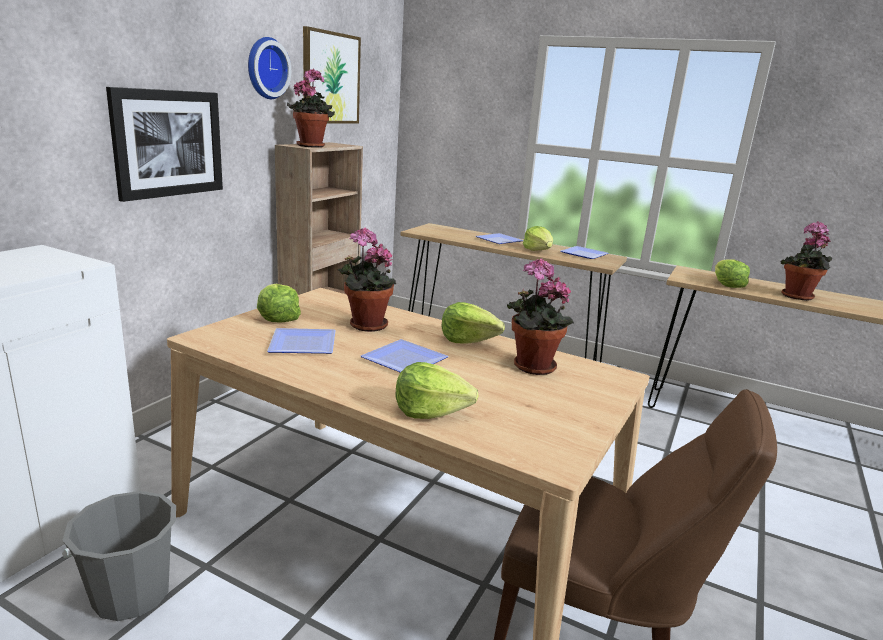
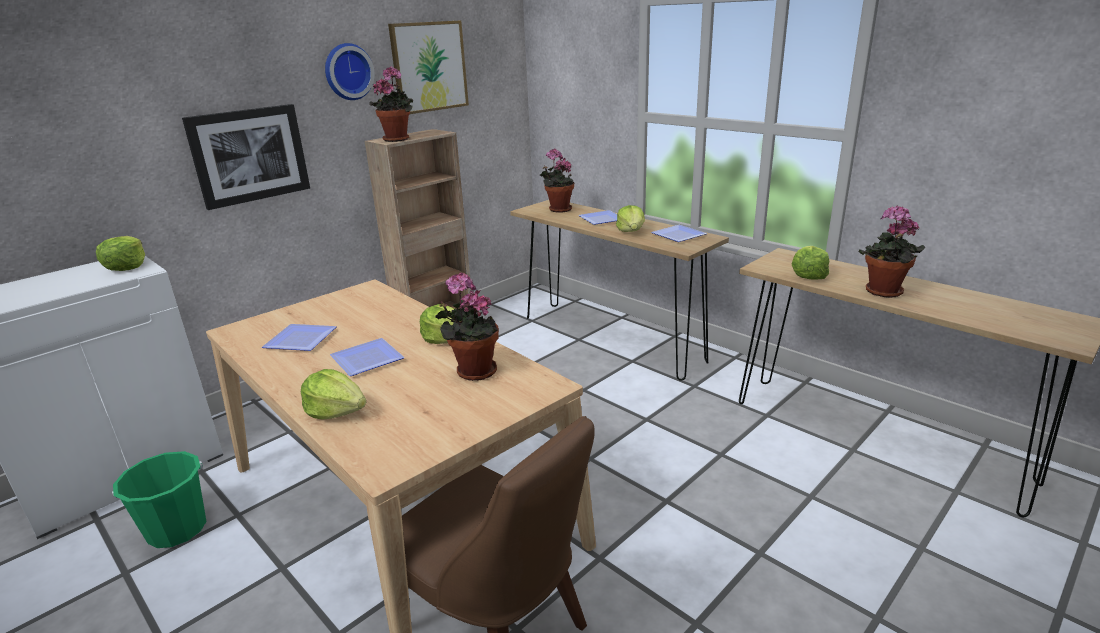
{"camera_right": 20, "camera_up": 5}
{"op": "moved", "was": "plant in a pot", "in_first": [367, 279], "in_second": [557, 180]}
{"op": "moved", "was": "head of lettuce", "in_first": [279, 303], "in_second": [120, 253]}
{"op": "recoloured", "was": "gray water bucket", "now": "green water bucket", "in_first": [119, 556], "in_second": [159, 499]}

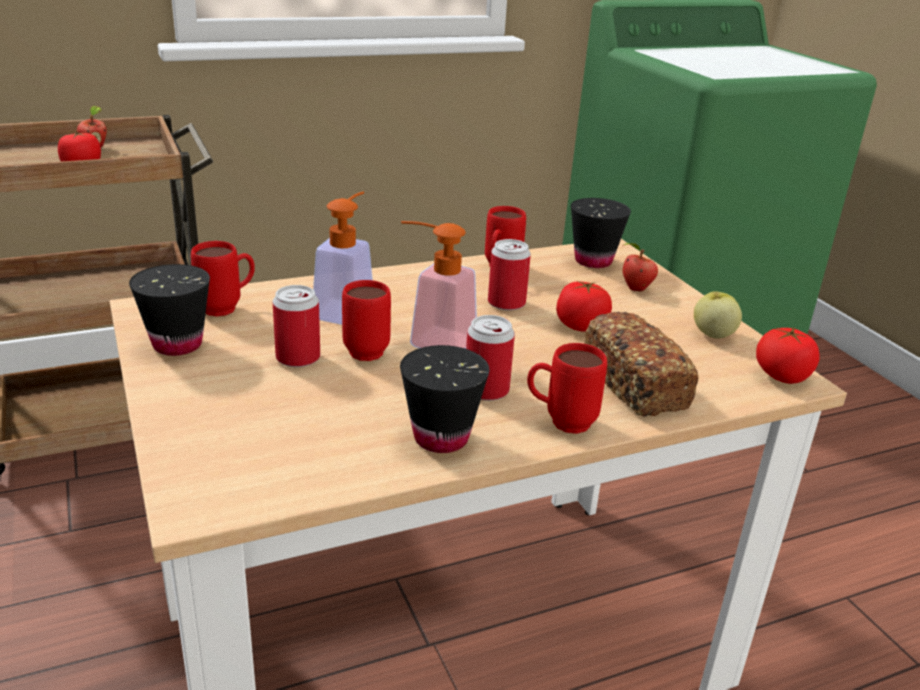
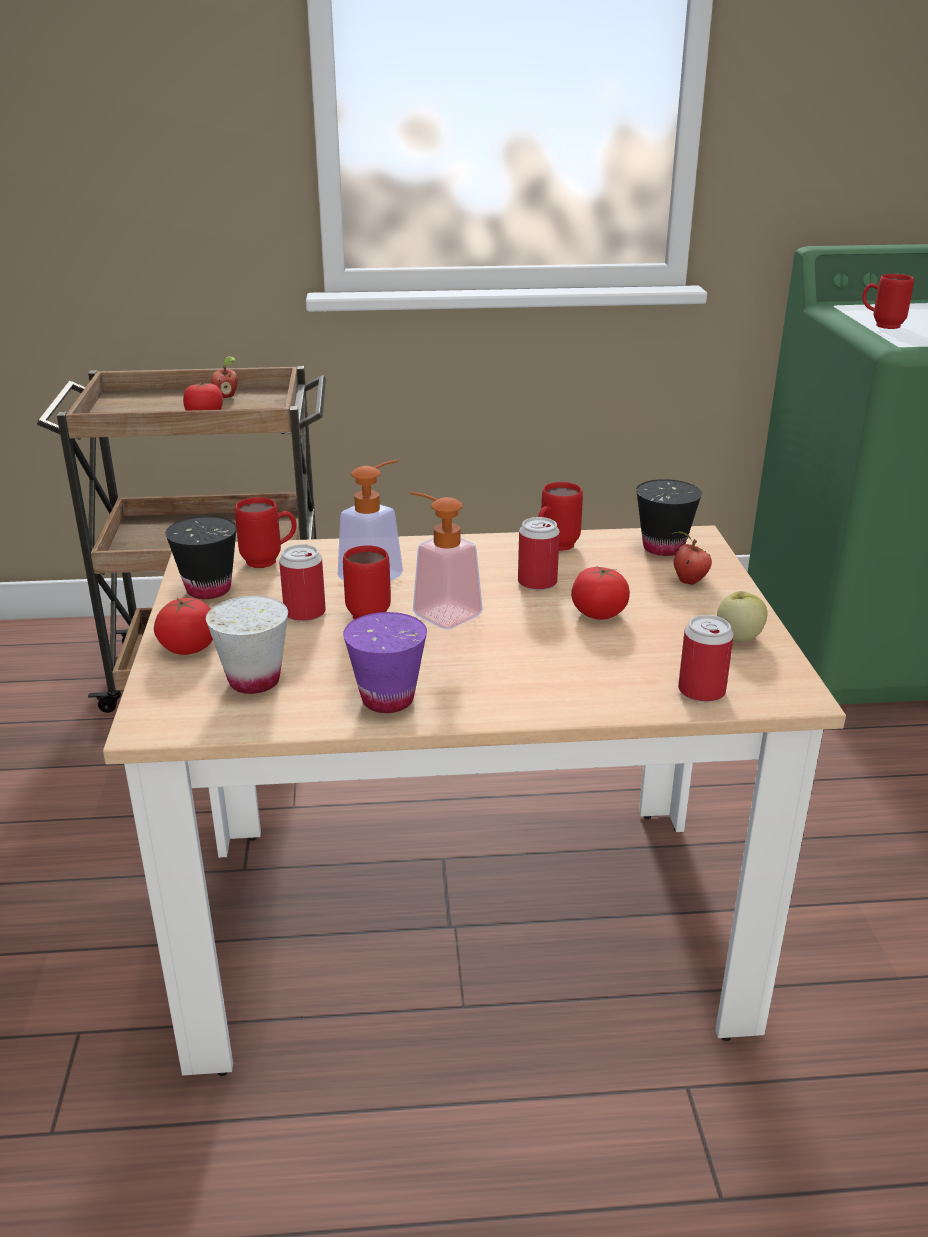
{"camera_right": 20, "camera_up": 0}
{"op": "removed", "was": "bread", "in_first": [641, 364]}
{"op": "moved", "was": "metal can", "in_first": [490, 358], "in_second": [706, 658]}
{"op": "moved", "was": "fresh tomato", "in_first": [788, 356], "in_second": [183, 626]}
{"op": "moved", "was": "reddish mug", "in_first": [567, 388], "in_second": [888, 301]}
{"op": "recoloured", "was": "black-coloured small cup", "now": "purplish small cup", "in_first": [444, 399], "in_second": [385, 662]}
{"op": "added", "now": "white-coloured small cup", "in_second": [247, 645]}

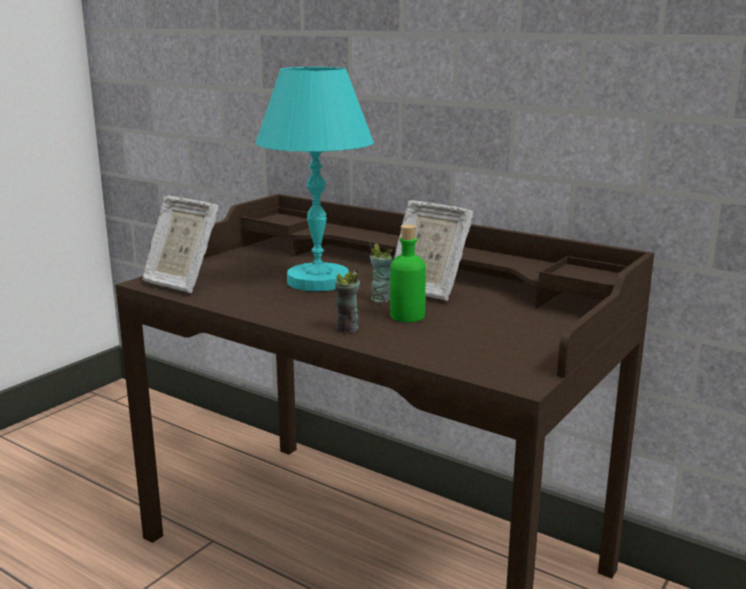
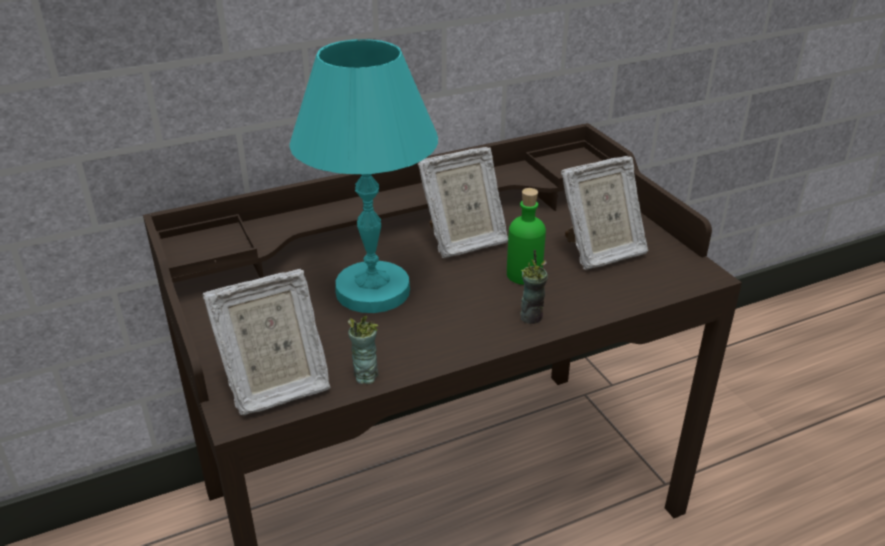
{"camera_right": -60, "camera_up": 15}
{"op": "moved", "was": "small cup", "in_first": [380, 271], "in_second": [363, 350]}
{"op": "added", "now": "picture frame", "in_second": [604, 213]}

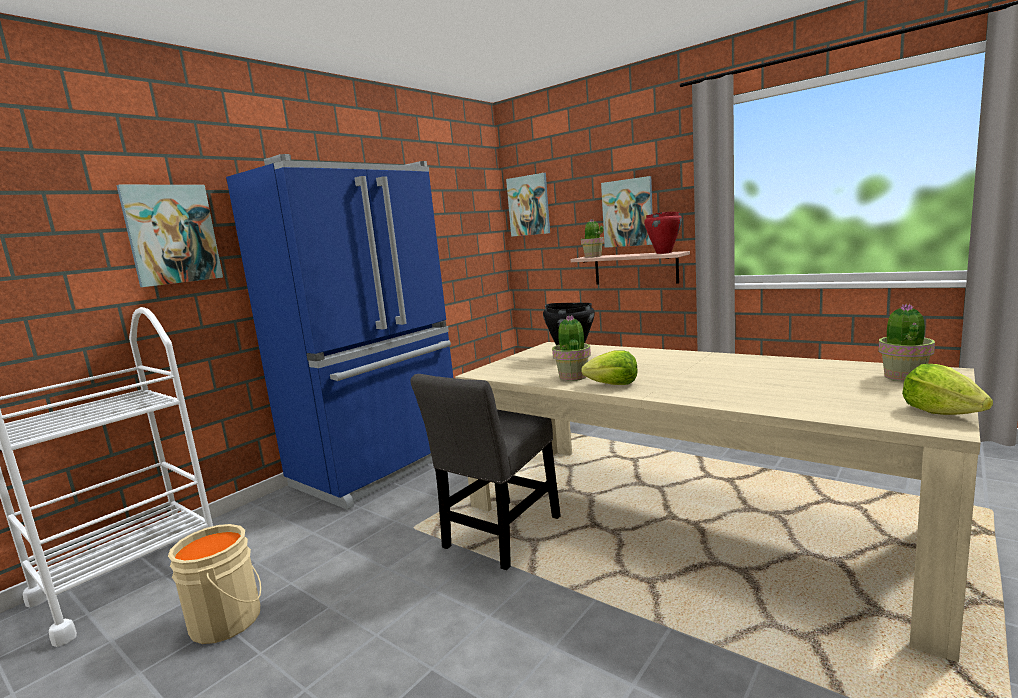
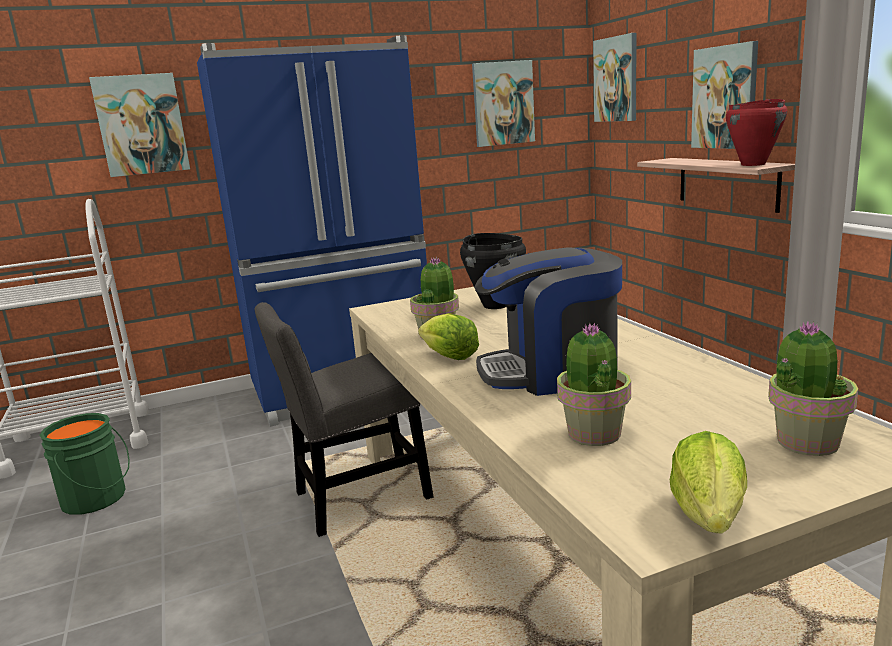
{"camera_right": 30, "camera_up": 5}
{"op": "moved", "was": "plant in a pot", "in_first": [592, 238], "in_second": [594, 384]}
{"op": "recoloured", "was": "beige-coloured water bucket", "now": "green water bucket", "in_first": [214, 584], "in_second": [85, 464]}
{"op": "added", "now": "wall art", "in_second": [503, 103]}
{"op": "added", "now": "coffee machine", "in_second": [548, 321]}

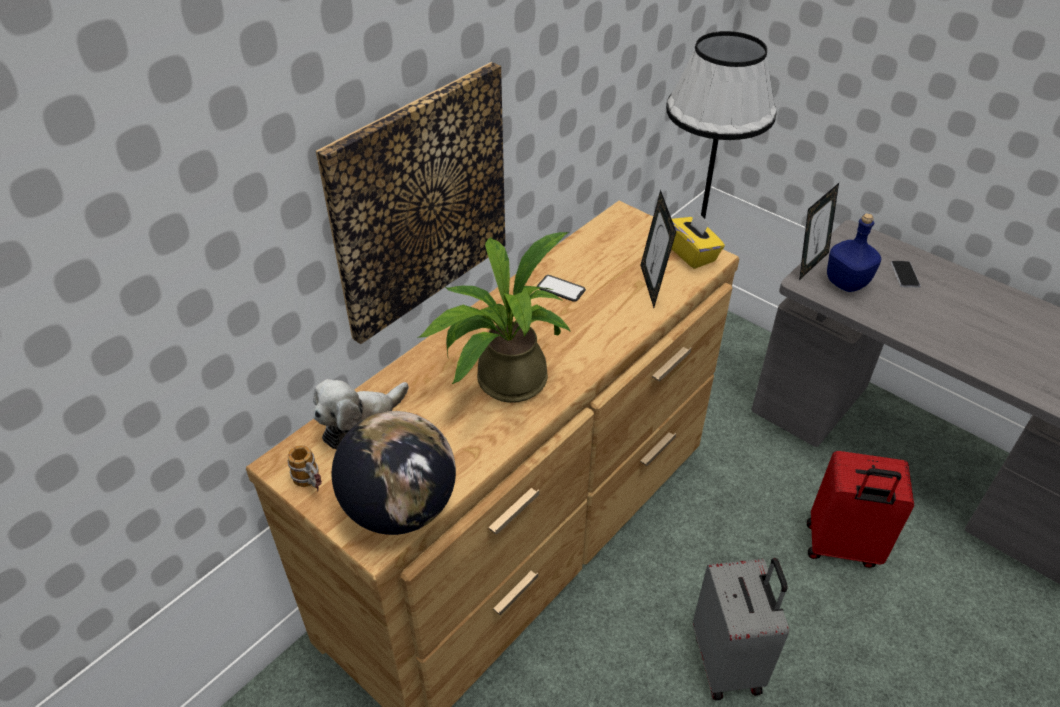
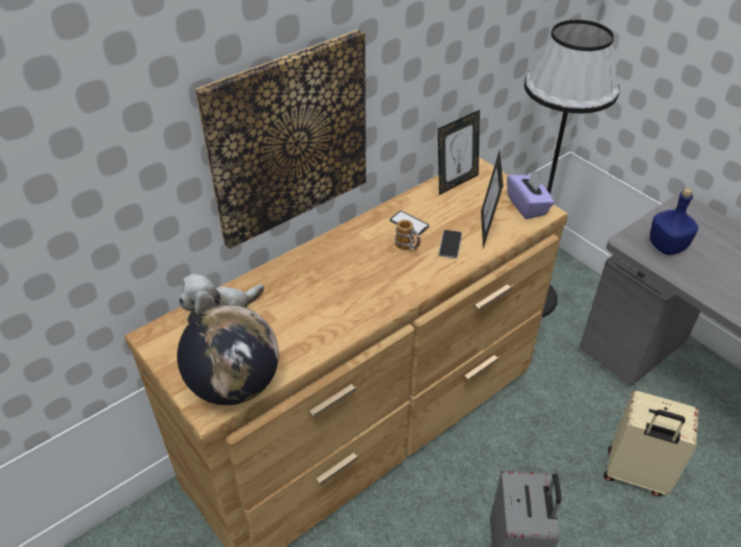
{"camera_right": 10, "camera_up": 0}
{"op": "moved", "was": "picture frame", "in_first": [819, 231], "in_second": [459, 152]}
{"op": "recoloured", "was": "yellow-coloured box of tissues", "now": "purplish box of tissues", "in_first": [698, 239], "in_second": [530, 194]}
{"op": "removed", "was": "plant in a pot", "in_first": [494, 317]}
{"op": "moved", "was": "telephone", "in_first": [906, 274], "in_second": [450, 244]}
{"op": "moved", "was": "mug", "in_first": [305, 468], "in_second": [408, 235]}
{"op": "recoloured", "was": "reddish suitcase", "now": "beige-coloured suitcase", "in_first": [860, 509], "in_second": [651, 443]}

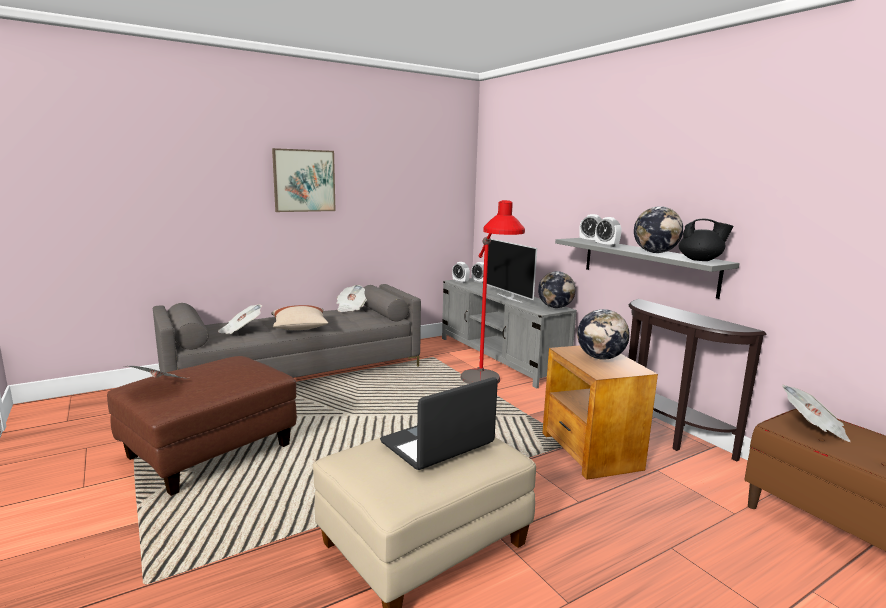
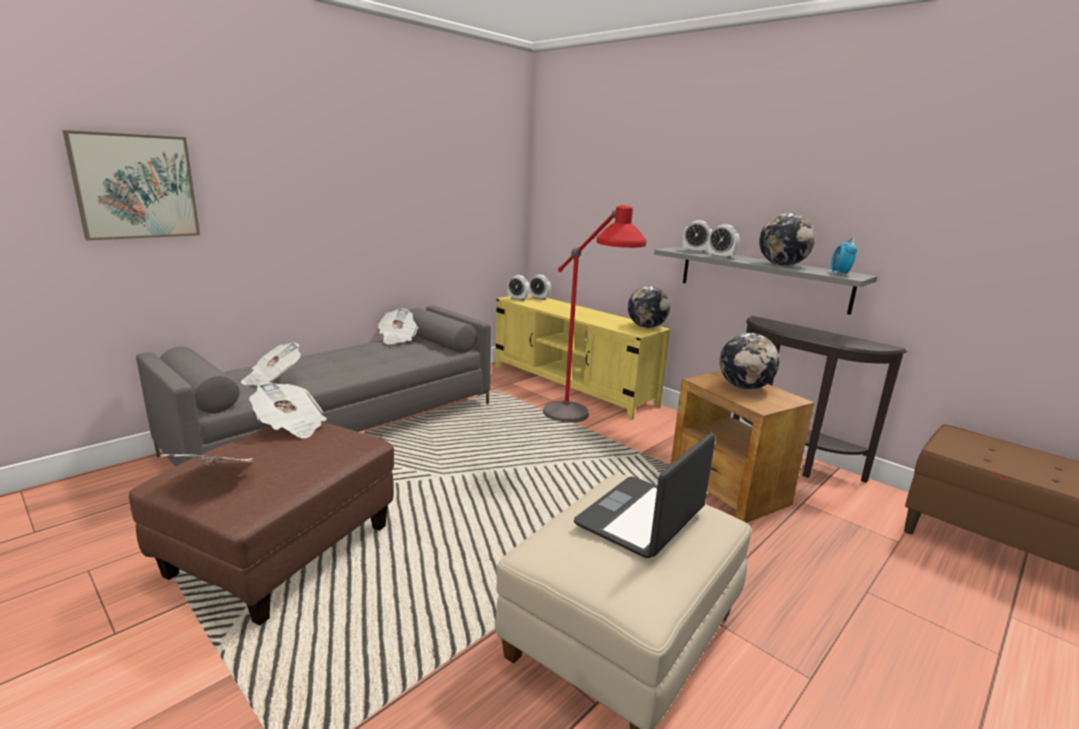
{"camera_right": -15, "camera_up": 5}
{"op": "moved", "was": "wall art", "in_first": [304, 180], "in_second": [131, 185]}
{"op": "replaced", "was": "black-coloured tea pot", "now": "alarm clock", "in_first": [706, 240], "in_second": [843, 256]}
{"op": "removed", "was": "television", "in_first": [512, 270]}
{"op": "recoloured", "was": "gray tv unit", "now": "yellow-coloured tv unit", "in_first": [509, 333], "in_second": [582, 357]}
{"op": "removed", "was": "beige-coloured throw pillow", "in_first": [299, 317]}
{"op": "moved", "was": "newspaper", "in_first": [816, 413], "in_second": [288, 410]}

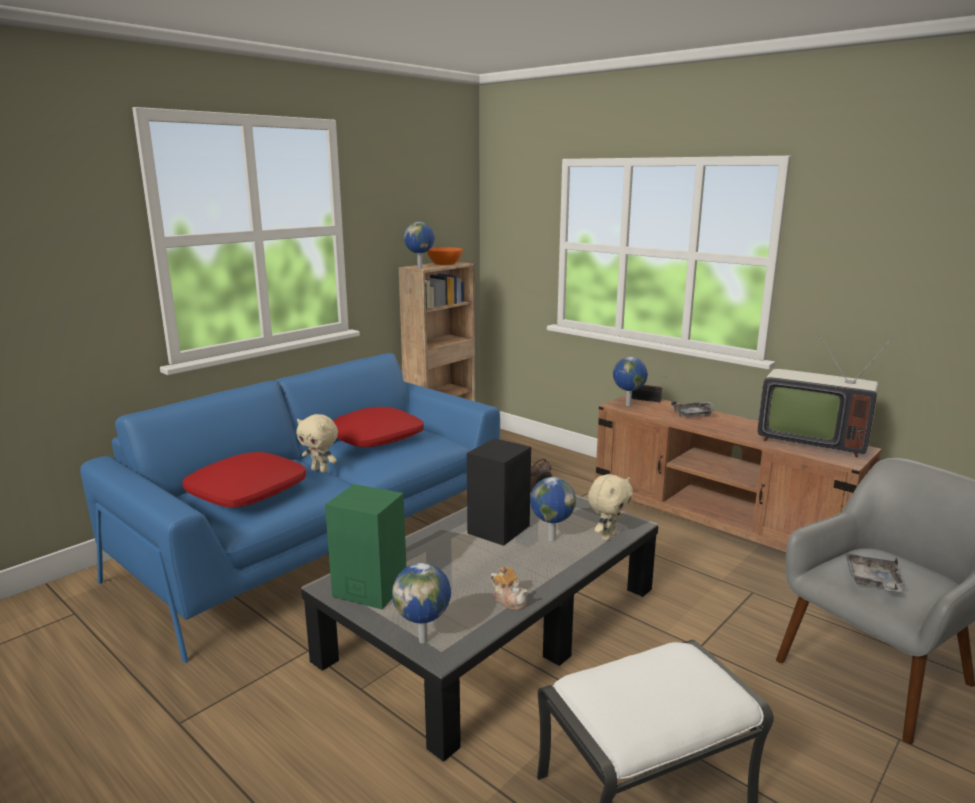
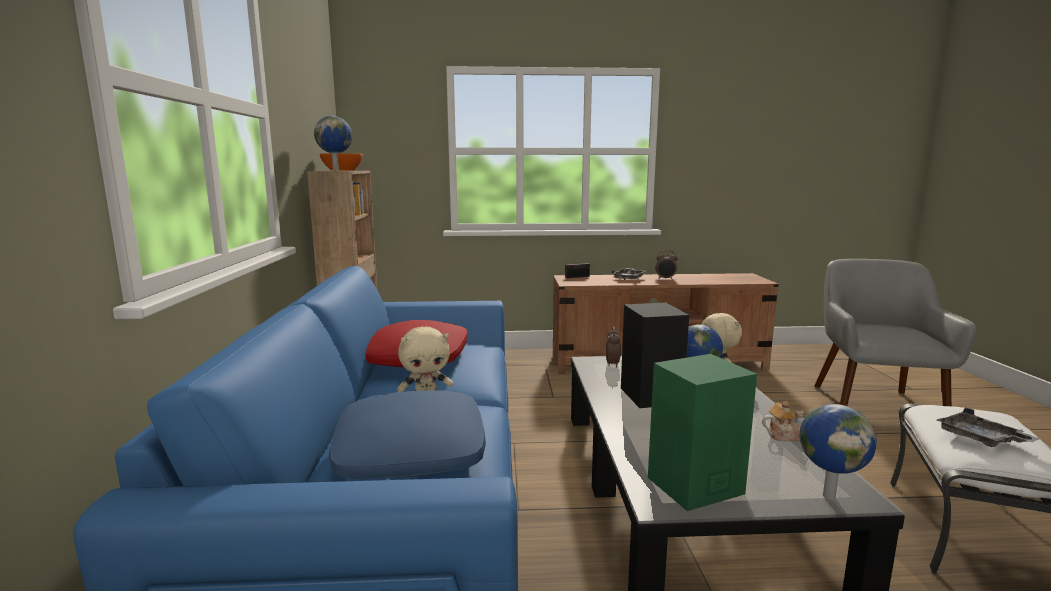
{"camera_right": -45, "camera_up": -5}
{"op": "removed", "was": "television", "in_first": [826, 395]}
{"op": "removed", "was": "desk globe", "in_first": [630, 381]}
{"op": "recoloured", "was": "reddish throw pillow", "now": "blue throw pillow", "in_first": [244, 479], "in_second": [407, 435]}
{"op": "moved", "was": "gray carrying tray", "in_first": [875, 572], "in_second": [988, 427]}
{"op": "added", "now": "alarm clock", "in_second": [666, 265]}

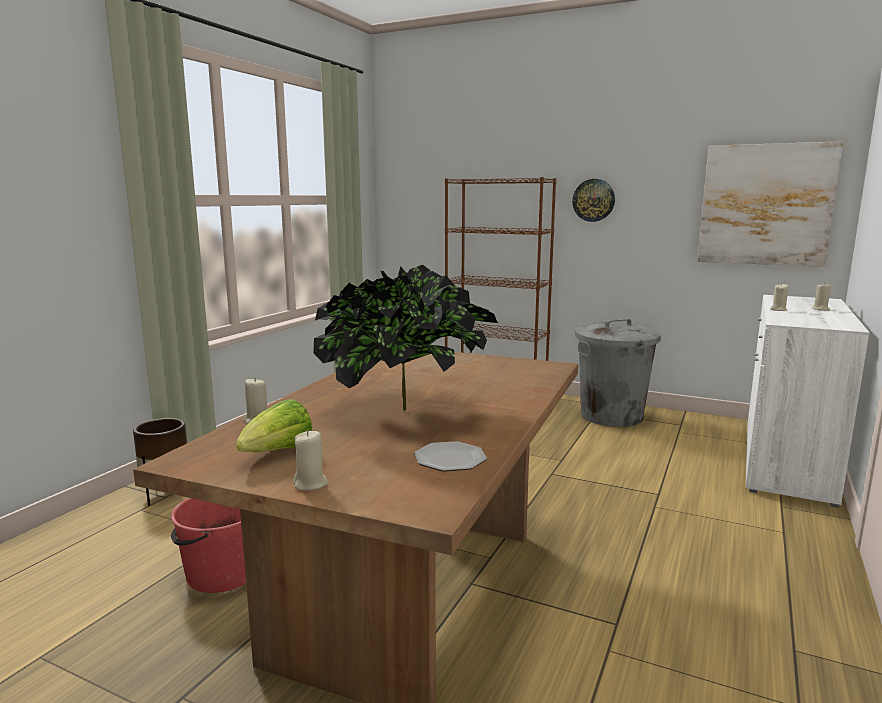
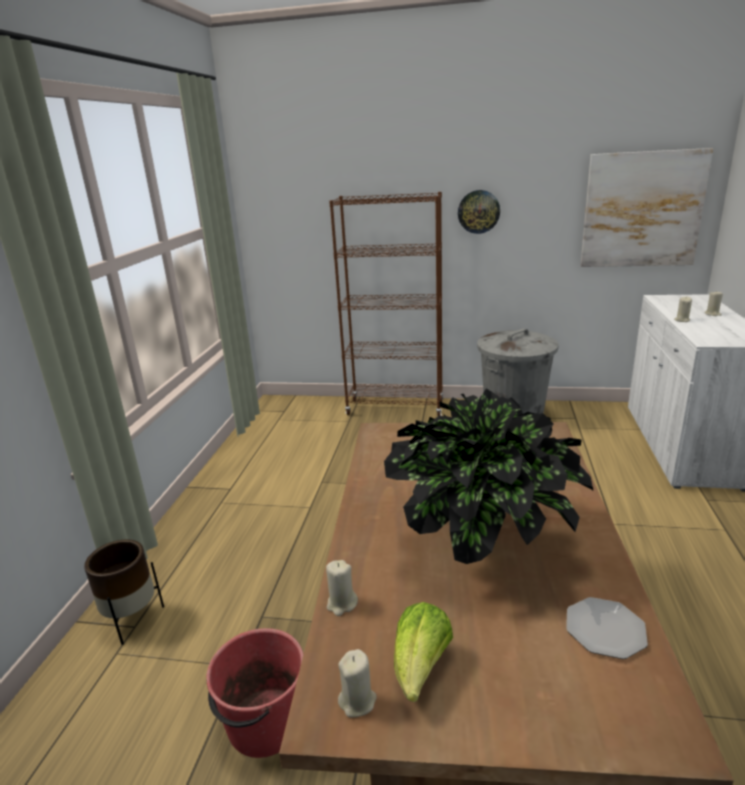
{"camera_right": -15, "camera_up": 10}
{"op": "moved", "was": "beige-coloured wax candle", "in_first": [310, 460], "in_second": [357, 683]}

